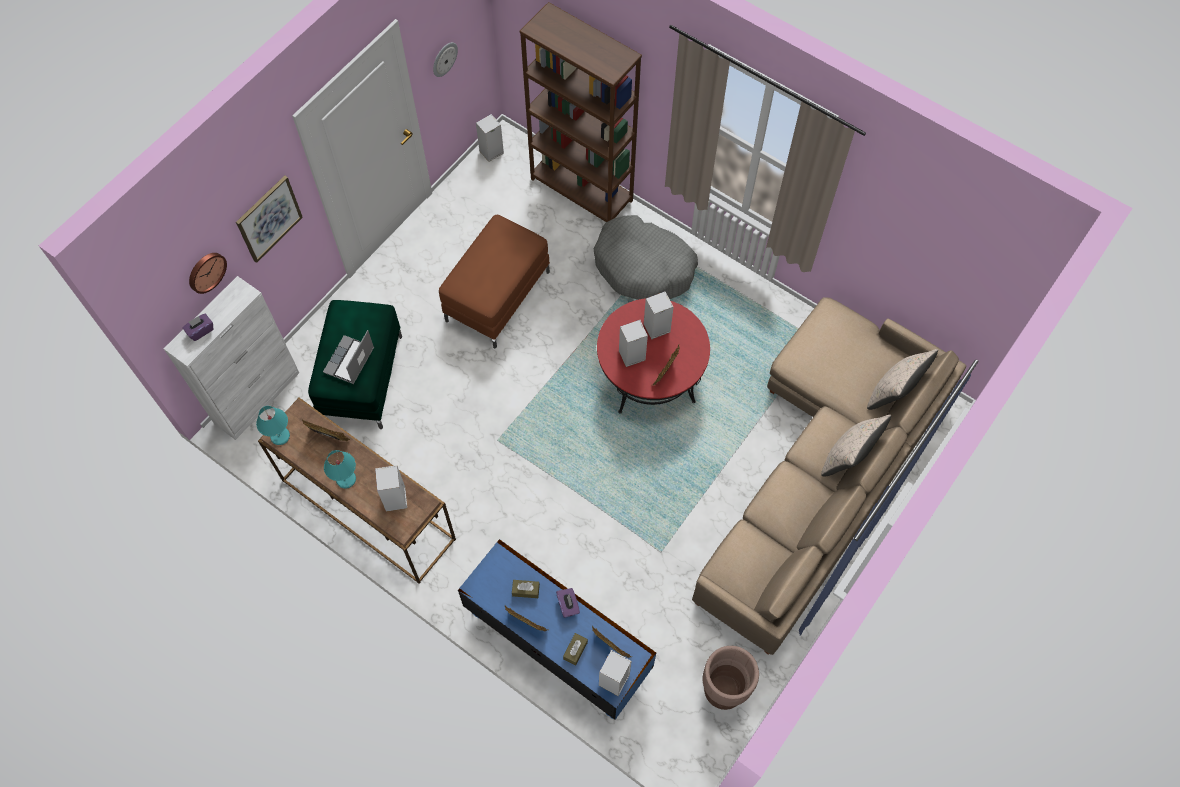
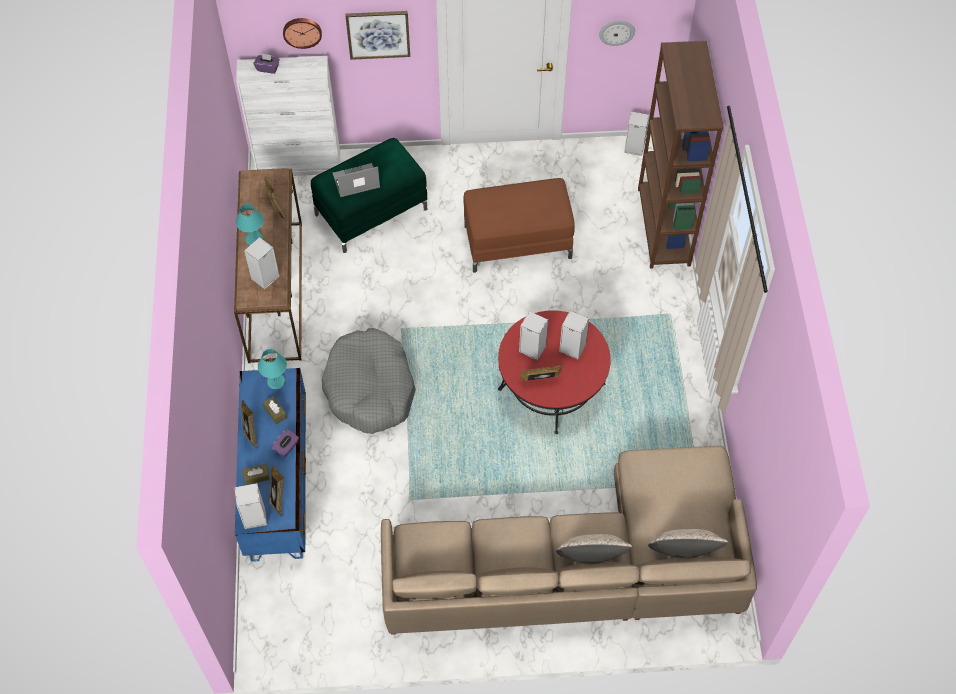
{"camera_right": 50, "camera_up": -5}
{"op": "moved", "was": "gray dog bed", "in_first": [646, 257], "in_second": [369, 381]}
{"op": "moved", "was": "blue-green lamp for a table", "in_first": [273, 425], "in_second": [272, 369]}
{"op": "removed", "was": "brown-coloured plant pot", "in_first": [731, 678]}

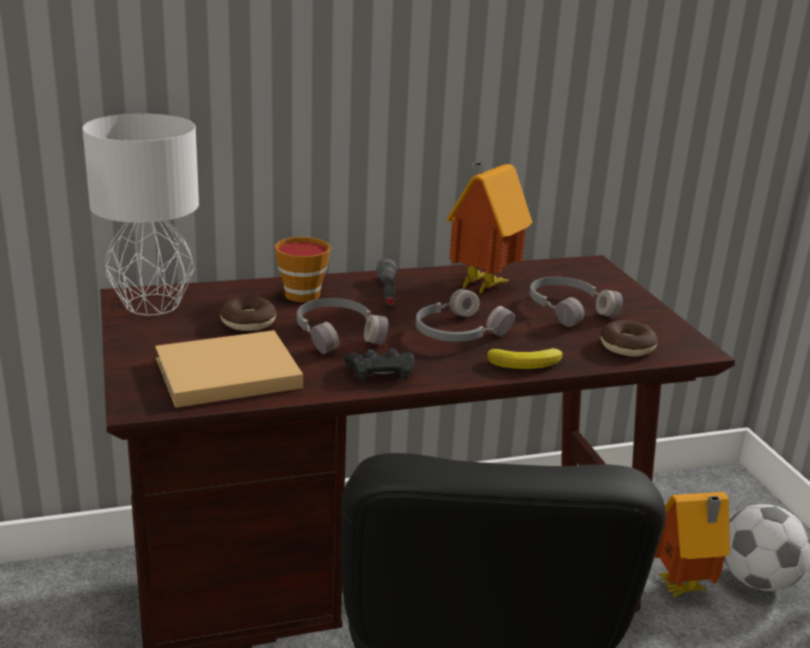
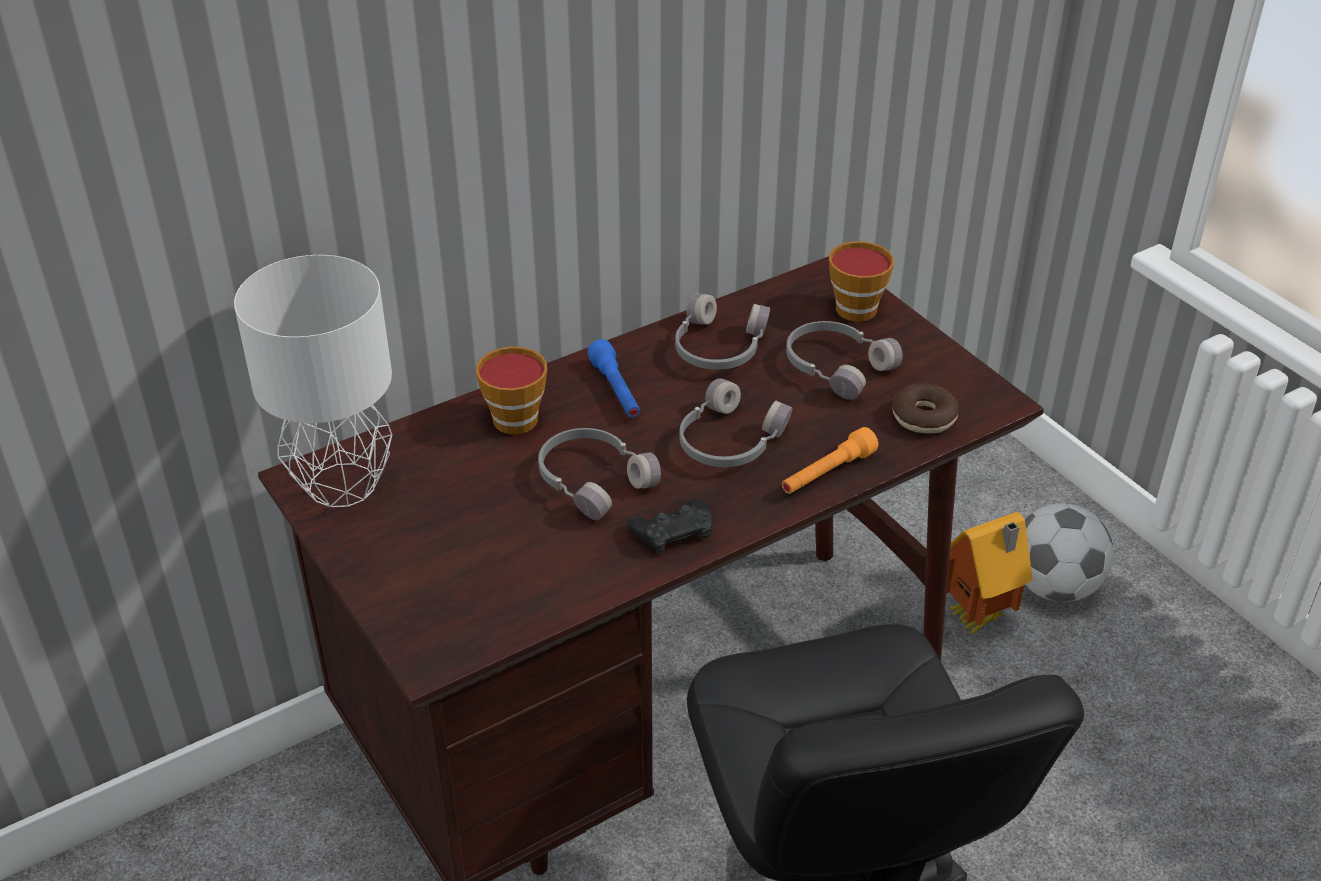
{"camera_right": -15, "camera_up": 15}
{"op": "replaced", "was": "model house", "now": "gray pair of headphones", "in_first": [489, 228], "in_second": [722, 331]}
{"op": "recoloured", "was": "gray flashlight", "now": "blue flashlight", "in_first": [387, 282], "in_second": [613, 378]}
{"op": "removed", "was": "doughnut", "in_first": [248, 313]}
{"op": "removed", "was": "beige-coloured bound book", "in_first": [229, 369]}
{"op": "replaced", "was": "whole banana", "now": "orangey flashlight", "in_first": [525, 358], "in_second": [830, 460]}
{"op": "added", "now": "small cup", "in_second": [861, 281]}

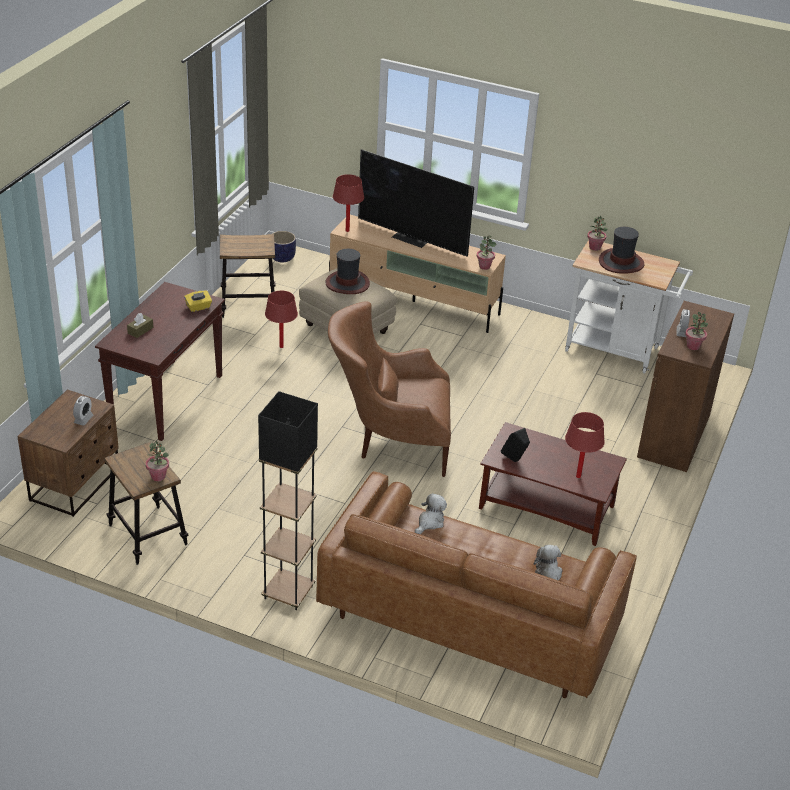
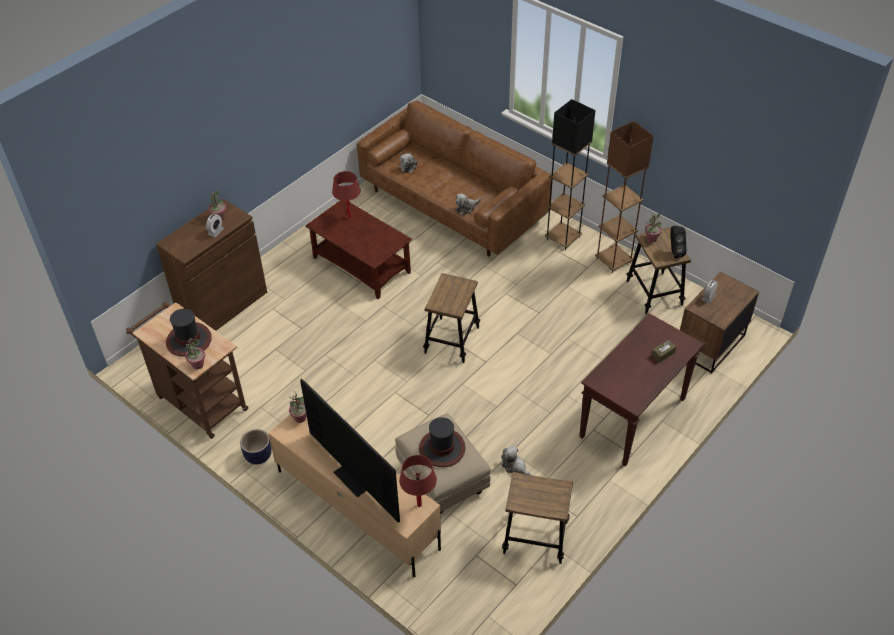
{"camera_right": -160, "camera_up": 10}
{"op": "moved", "was": "plant pot", "in_first": [284, 247], "in_second": [256, 447]}
{"op": "recoloured", "was": "white-coloured cart", "now": "brown-coloured cart", "in_first": [629, 306], "in_second": [187, 370]}
{"op": "removed", "was": "yellow-coloured box of tissues", "in_first": [198, 301]}
{"op": "replaced", "was": "reddish lamp for a table", "now": "soft toy", "in_first": [281, 319], "in_second": [516, 460]}
{"op": "replaced", "was": "brown-coloured lounge chair", "now": "sitting stool", "in_first": [389, 389], "in_second": [451, 318]}
{"op": "moved", "was": "black-coloured audio speaker", "in_first": [515, 445], "in_second": [679, 242]}
{"op": "added", "now": "brown-coloured standard lamp", "in_second": [624, 197]}

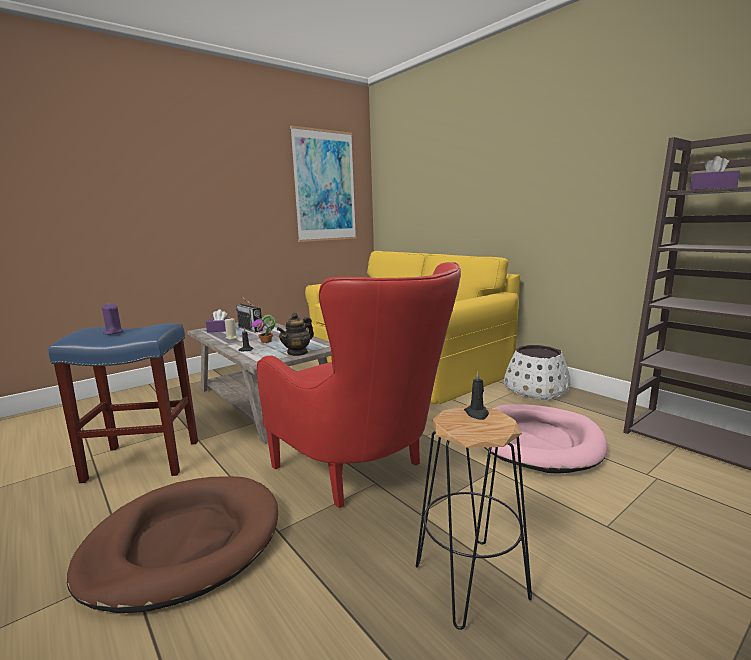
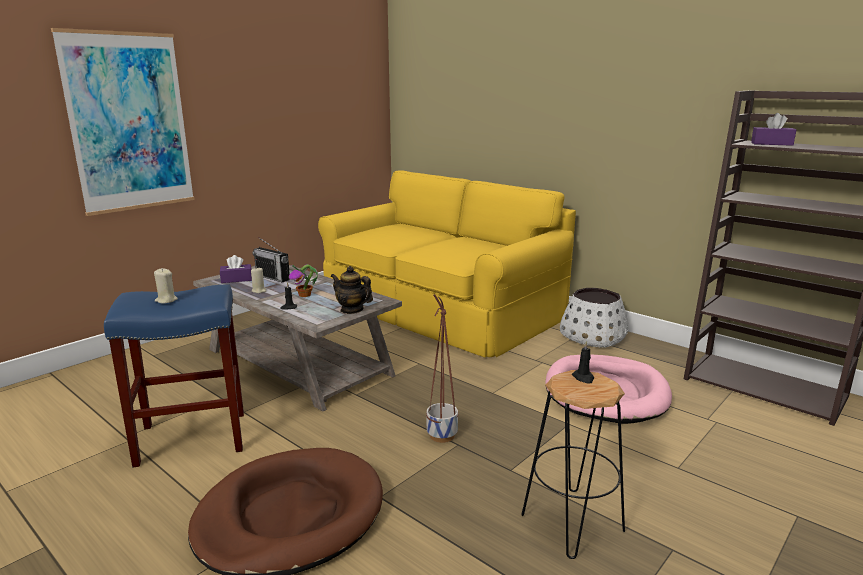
{"camera_right": -10, "camera_up": 5}
{"op": "moved", "was": "wall art", "in_first": [323, 184], "in_second": [123, 122]}
{"op": "replaced", "was": "reddish lounge chair", "now": "plant pot", "in_first": [359, 385], "in_second": [442, 368]}
{"op": "recoloured", "was": "purplish wax candle", "now": "beige-coloured wax candle", "in_first": [113, 319], "in_second": [166, 286]}
{"op": "turned", "was": "tea pot", "in_first": [295, 334], "in_second": [352, 290], "clockwise": 90}

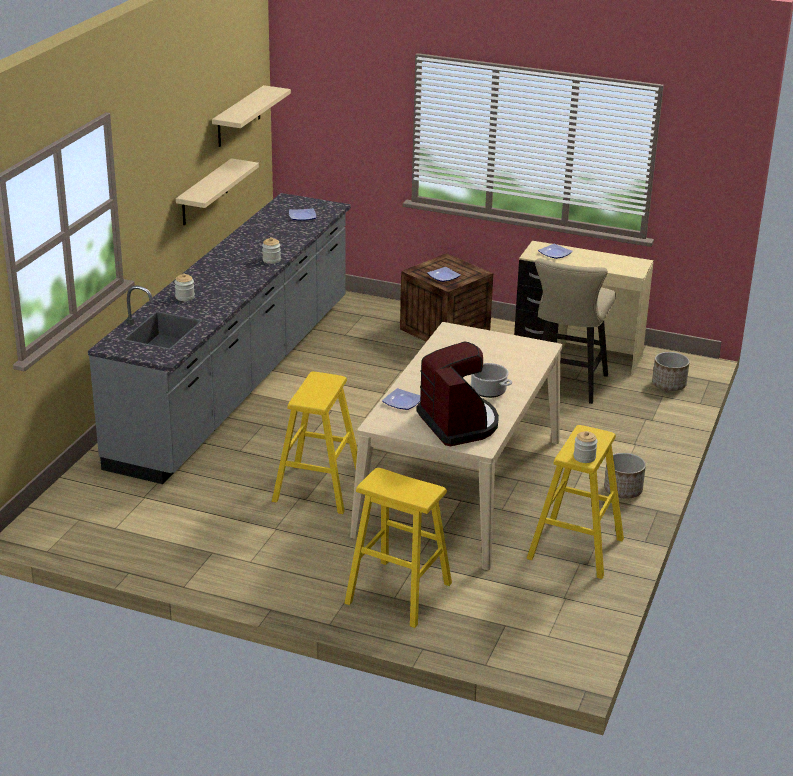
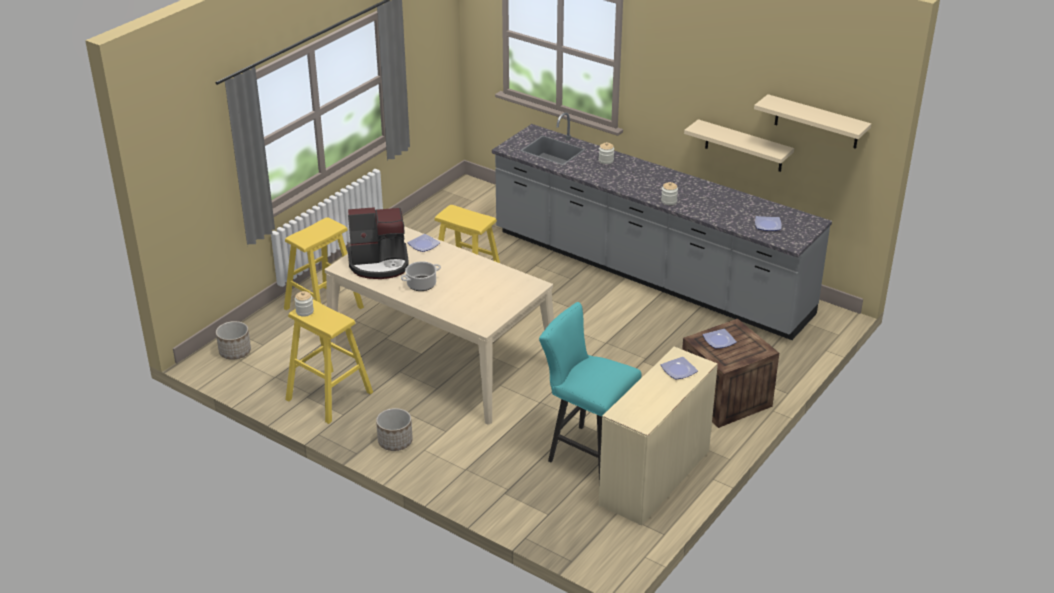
{"camera_right": 105, "camera_up": 5}
{"op": "recoloured", "was": "beige-coloured sitting stool", "now": "blue-green sitting stool", "in_first": [575, 331], "in_second": [590, 393]}
{"op": "moved", "was": "plant pot", "in_first": [671, 371], "in_second": [233, 340]}

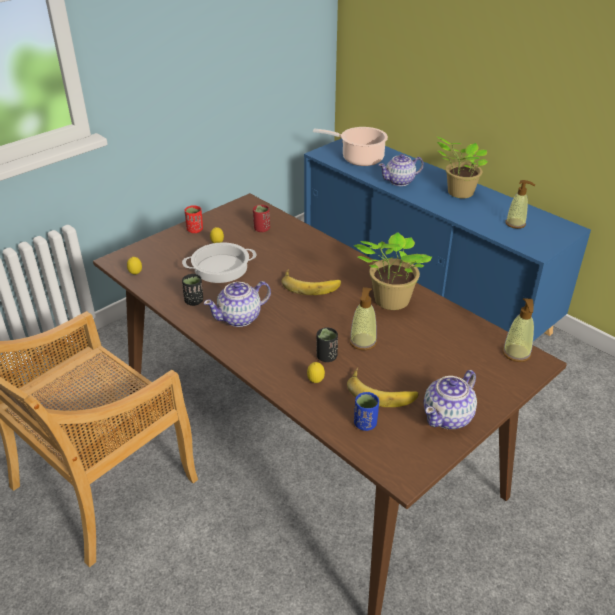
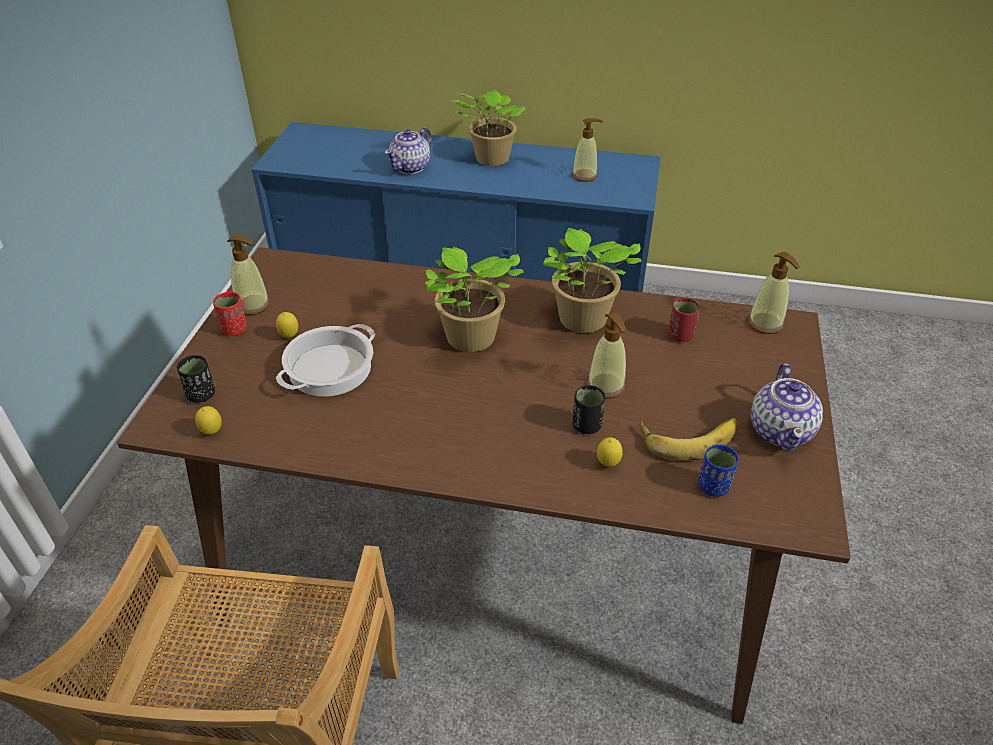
{"camera_right": -35, "camera_up": 5}
{"op": "removed", "was": "cooking pot", "in_first": [350, 146]}
{"op": "moved", "was": "reddish small cup", "in_first": [261, 218], "in_second": [684, 320]}
{"op": "replaced", "was": "whole banana", "now": "plant in a pot", "in_first": [311, 282], "in_second": [474, 299]}
{"op": "moved", "was": "black-coloured small cup", "in_first": [192, 290], "in_second": [195, 379]}
{"op": "removed", "was": "tea pot", "in_first": [237, 304]}
{"op": "added", "now": "soap bottle", "in_second": [248, 275]}

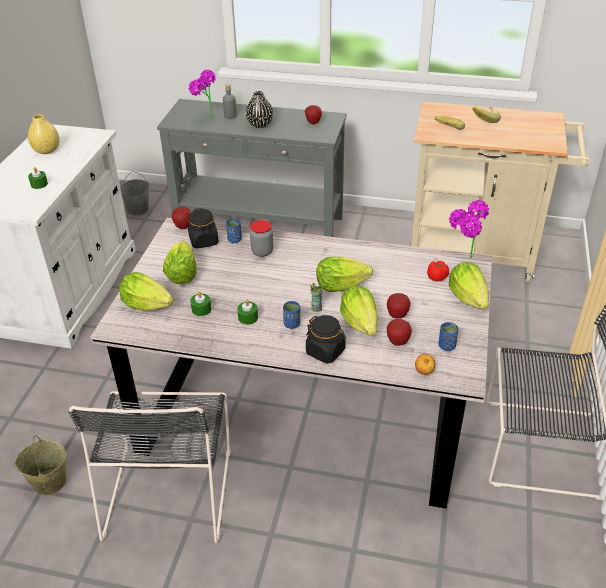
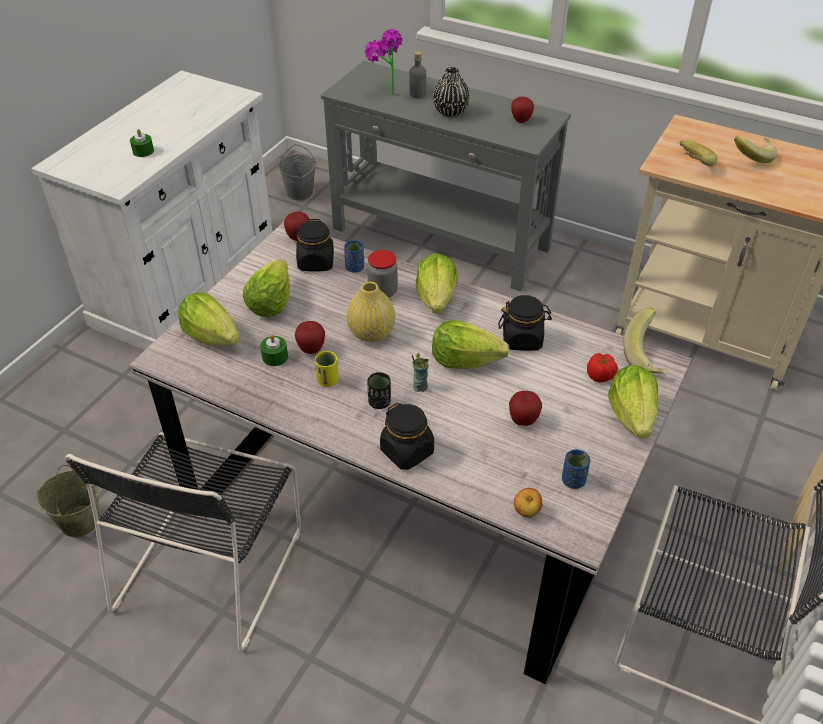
{"camera_right": 15, "camera_up": 5}
{"op": "moved", "was": "yellow-coloured vase", "in_first": [44, 134], "in_second": [370, 312]}
{"op": "replaced", "was": "plant in a pot", "now": "whole banana", "in_first": [469, 229], "in_second": [645, 341]}
{"op": "moved", "was": "head of lettuce", "in_first": [359, 310], "in_second": [436, 283]}
{"op": "replaced", "was": "green wax candle", "now": "yellow-coloured small cup", "in_first": [247, 312], "in_second": [327, 369]}
{"op": "recoloured", "was": "blue small cup", "now": "black-coloured small cup", "in_first": [291, 315], "in_second": [379, 390]}
{"op": "moved", "was": "apple", "in_first": [399, 332], "in_second": [310, 337]}
{"op": "added", "now": "black-coloured storage jar", "in_second": [525, 323]}

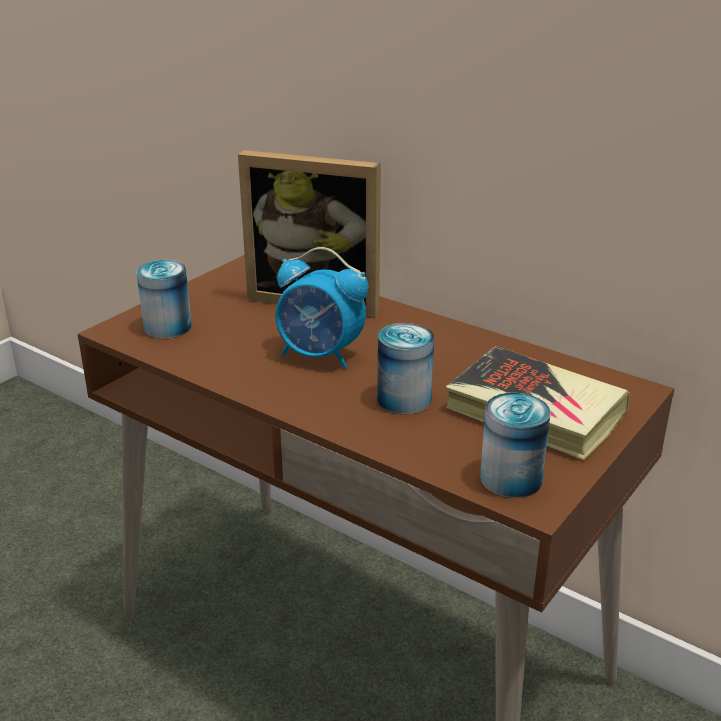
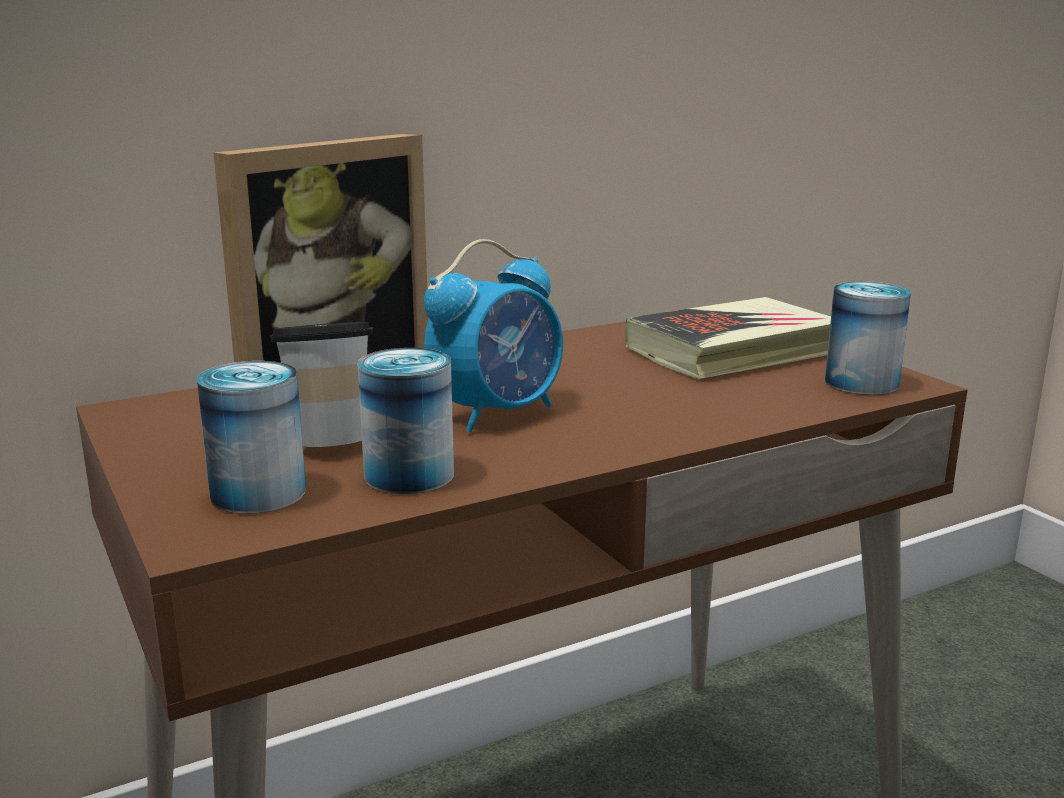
{"camera_right": -65, "camera_up": -10}
{"op": "moved", "was": "metal can", "in_first": [405, 368], "in_second": [406, 421]}
{"op": "added", "now": "small cup", "in_second": [321, 384]}

